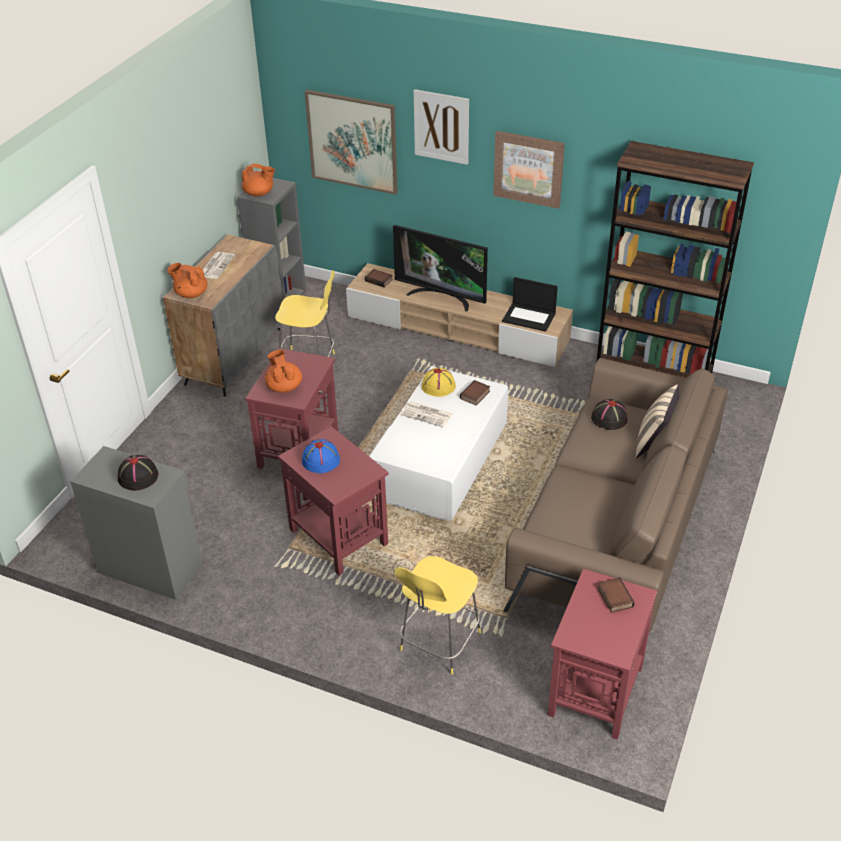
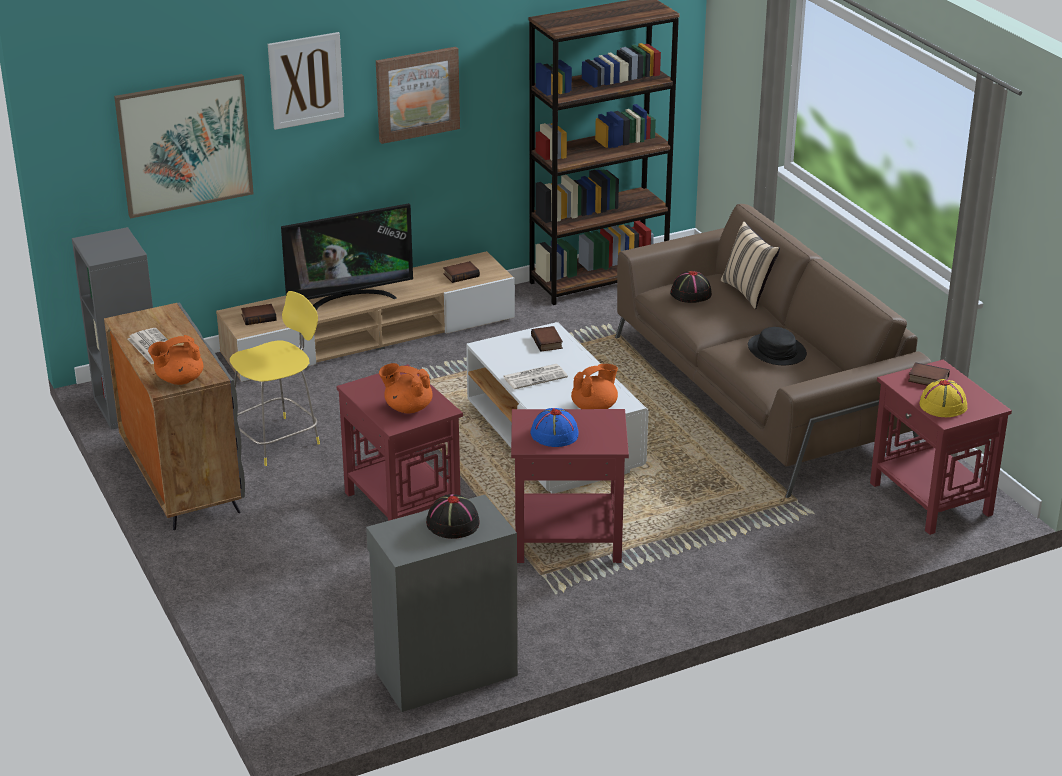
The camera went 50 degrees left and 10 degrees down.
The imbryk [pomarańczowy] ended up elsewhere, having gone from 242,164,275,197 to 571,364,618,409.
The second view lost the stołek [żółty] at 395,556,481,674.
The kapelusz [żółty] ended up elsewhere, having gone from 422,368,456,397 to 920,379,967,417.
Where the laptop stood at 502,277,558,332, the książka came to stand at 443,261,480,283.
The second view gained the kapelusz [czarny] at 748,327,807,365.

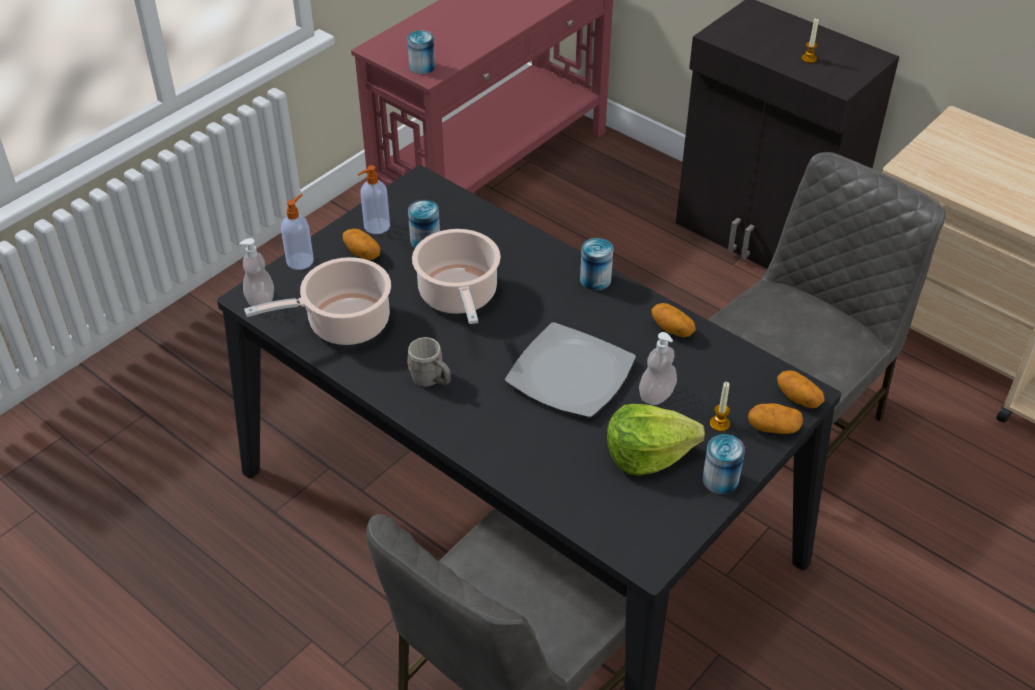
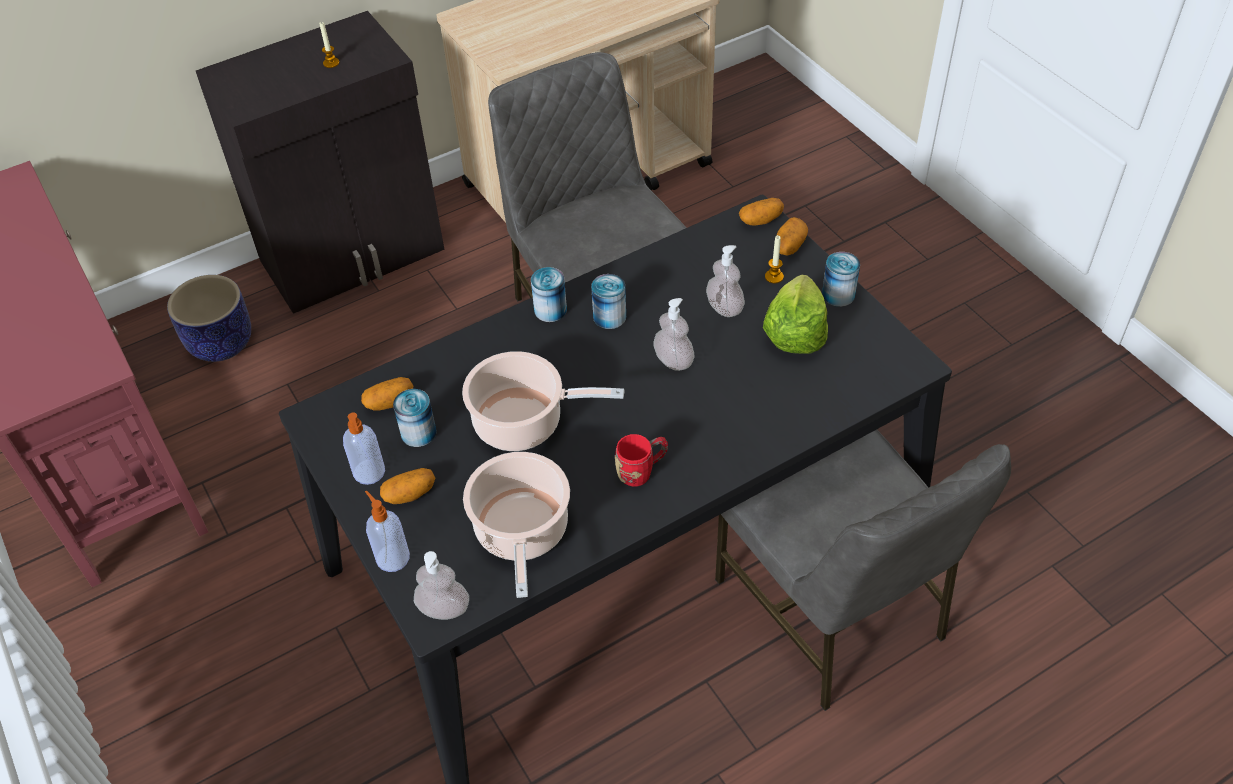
The camera went 70 degrees left and 5 degrees up.
The puszka ended up elsewhere, having gone from 407,30,435,74 to 591,274,626,329.
What was the kubek [szary] at 407,337,451,387 turned into the kubek [czerwony] at 615,434,668,487.
Where the talerz stood at 505,322,636,418, the dozownik mydła came to stand at 653,298,695,371.
The ziemniak ended up elsewhere, having gone from 651,303,696,337 to 361,377,414,411.
The second view gained the donica at 167,275,251,362.

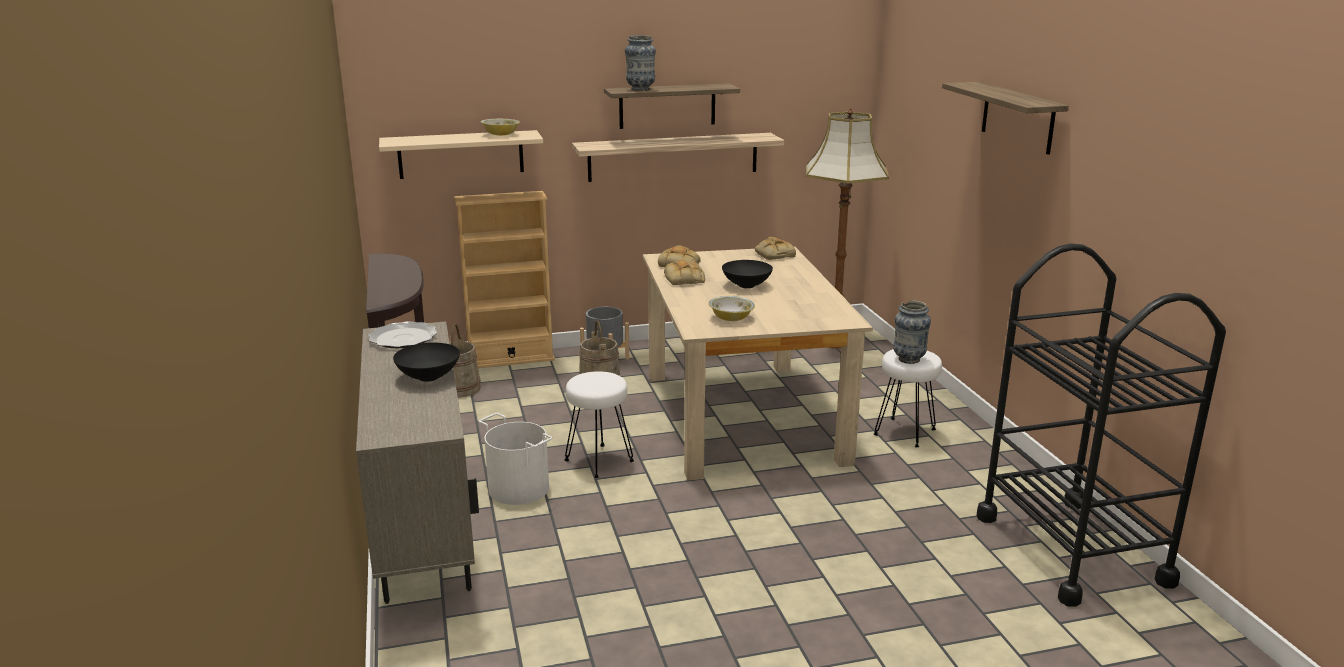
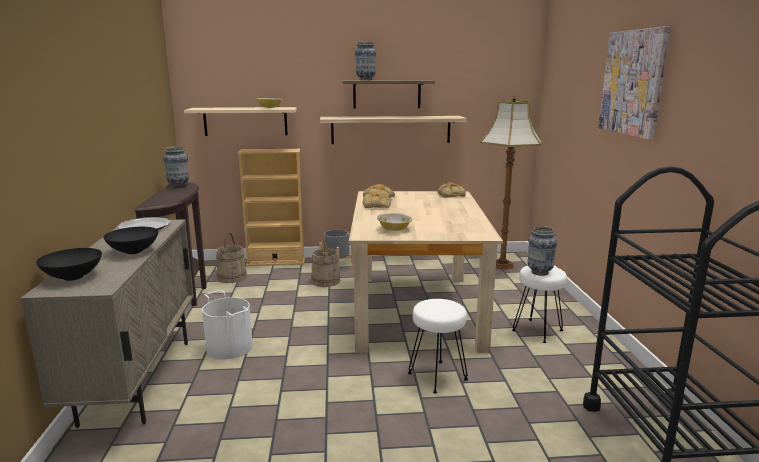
The camera went 10 degrees right and 5 degrees down.
The stołek [biały] ended up elsewhere, having gone from 565,371,634,478 to 408,299,468,394.
The miska [czarny] ended up elsewhere, having gone from 722,260,773,288 to 36,248,102,281.
Where the półka hung at 942,82,1069,155, the obraz came to hang at 598,26,671,140.
The second view gained the wazon at 163,146,189,187.

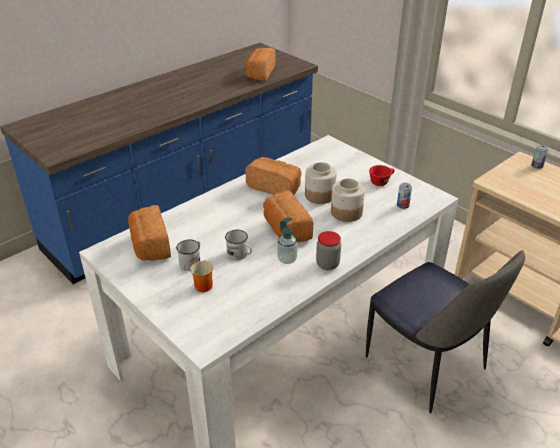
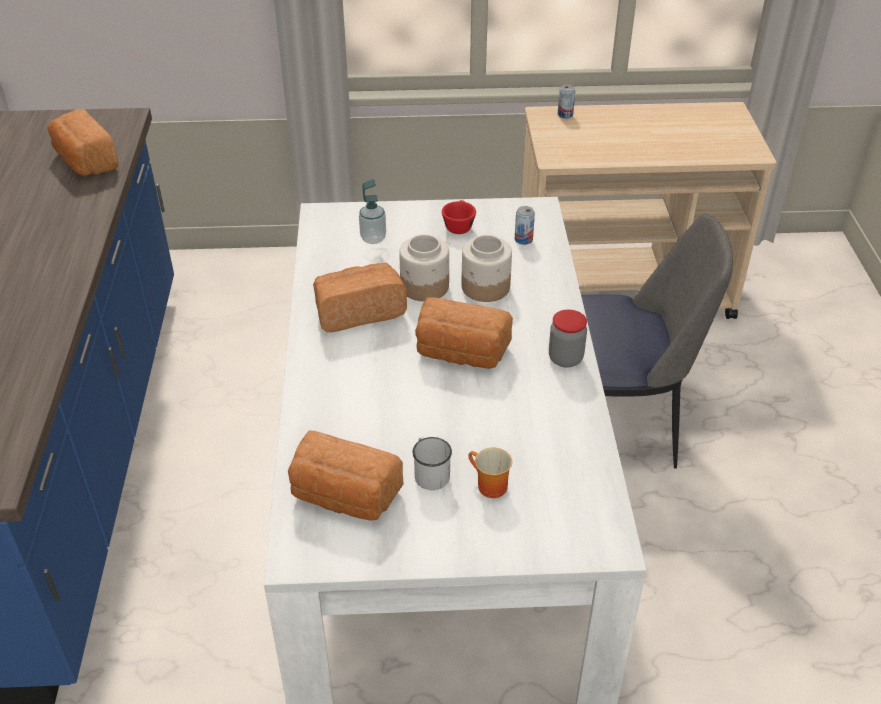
The camera went 50 degrees left and 5 degrees up.
The second view lost the kubek [biały] at 225,230,252,260.
The dozownik mydła ended up elsewhere, having gone from 277,217,298,264 to 359,179,386,244.

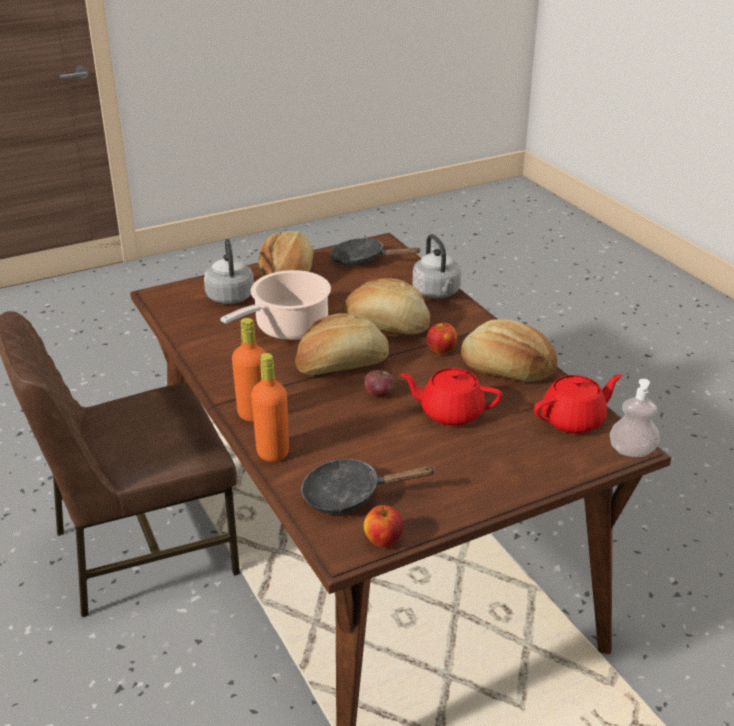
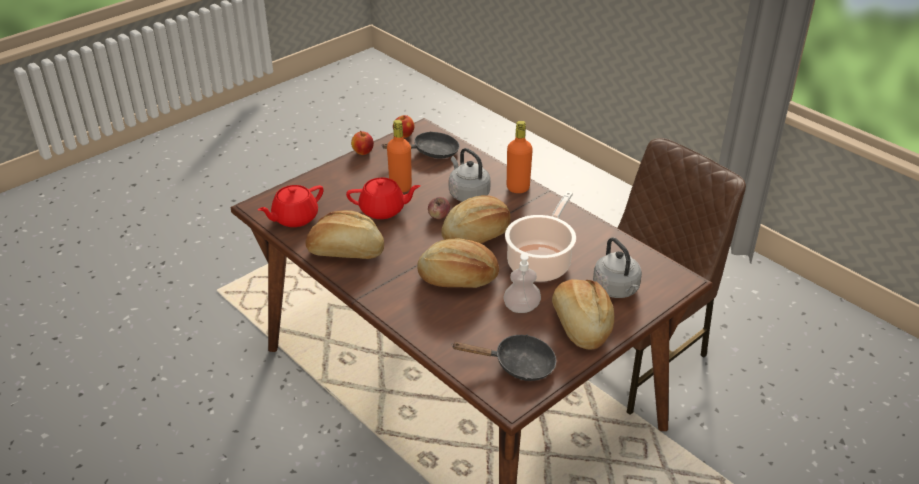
The camera went 165 degrees right and 5 degrees up.
The butelka [pomarańczowy] ended up elsewhere, having gone from 251,353,289,462 to 387,120,412,193.
The czajnik [szary] ended up elsewhere, having gone from 412,234,461,298 to 449,148,491,202.
The jabłko ended up elsewhere, having gone from 427,323,457,354 to 351,131,374,155.
The dozownik mydła ended up elsewhere, having gone from 610,379,660,457 to 504,253,541,313.

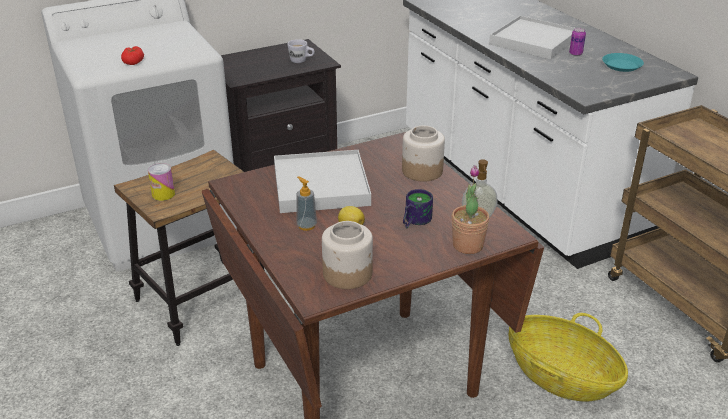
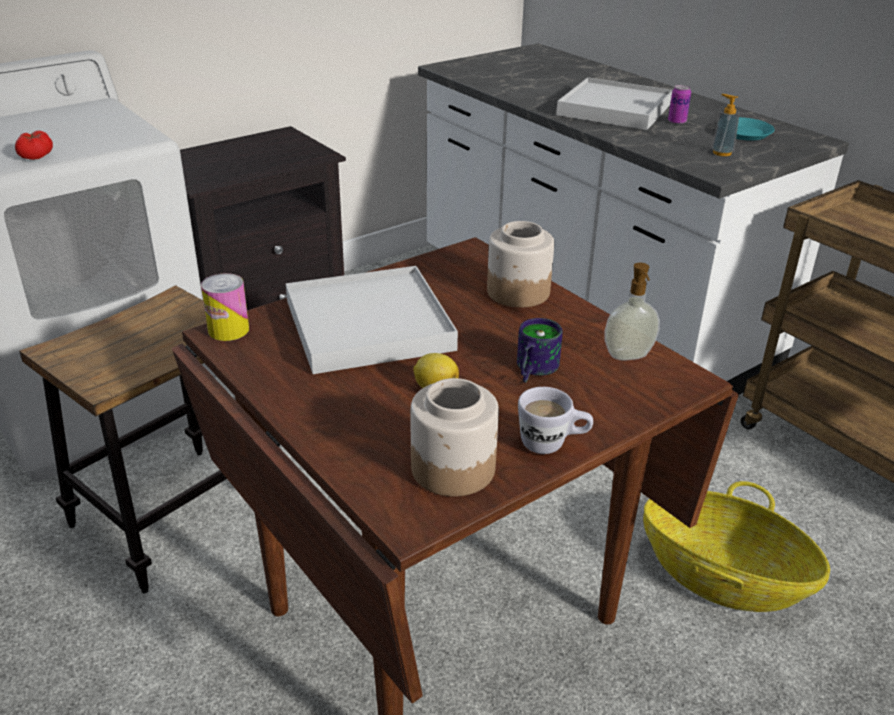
The camera went 10 degrees left and 0 degrees up.
The puszka ended up elsewhere, having gone from 148,163,175,201 to 201,273,249,341.
The kubek [biały] ended up elsewhere, having gone from 287,39,315,63 to 518,387,593,454.
The dozownik mydła ended up elsewhere, having gone from 296,176,317,231 to 712,94,740,156.
The second view lost the roślina doniczkowa at 452,165,489,254.

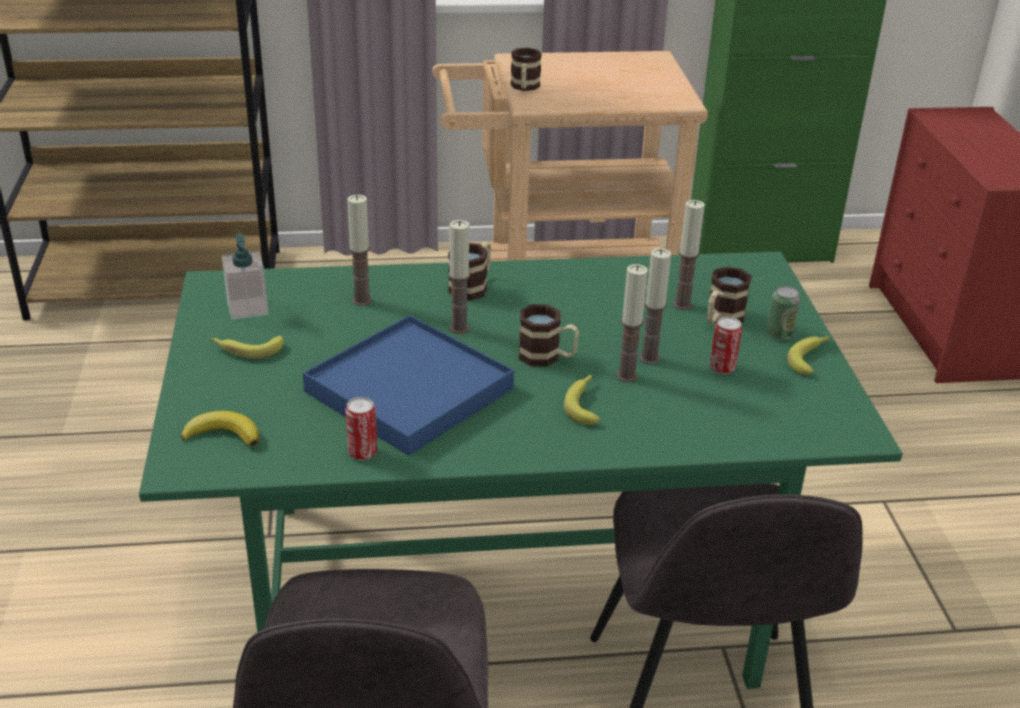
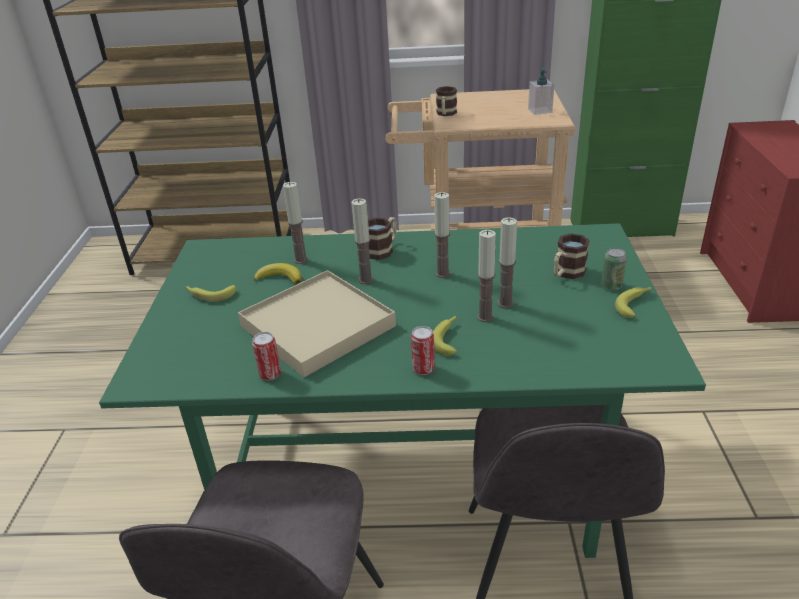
The camera went 10 degrees right and 0 degrees up.
The banan ended up elsewhere, having gone from 181,411,259,446 to 254,263,302,284.
The dozownik mydła ended up elsewhere, having gone from 222,233,269,320 to 528,67,554,115.
What was the taca [niebieski] at 303,315,514,456 turned into the taca [beżowy] at 238,270,396,377.
The second view lost the kubek at 519,304,579,367.
The świeca ended up elsewhere, having gone from 673,200,705,310 to 434,192,450,278.
The puszka ended up elsewhere, having gone from 710,317,742,374 to 411,326,435,375.

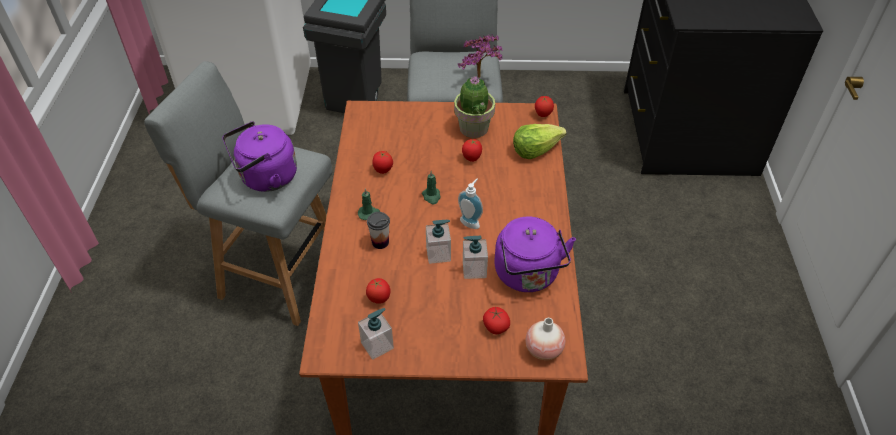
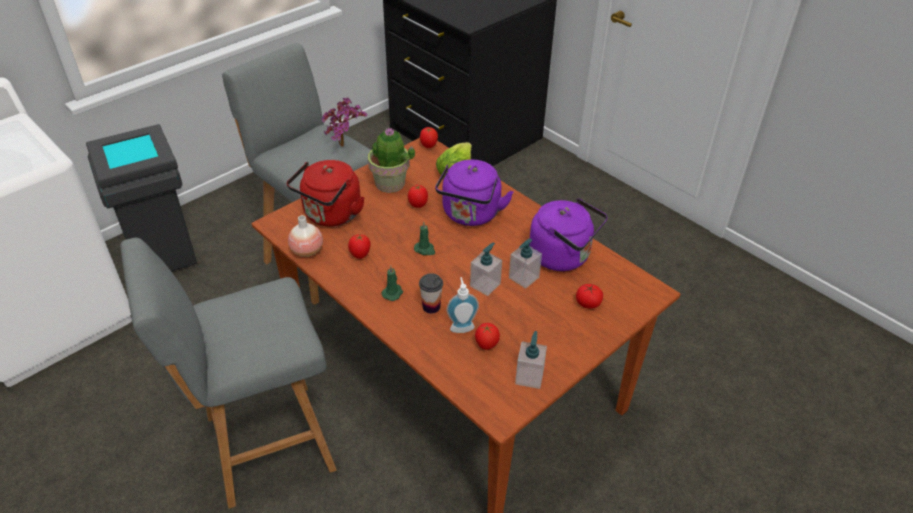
The camera went 45 degrees left and 5 degrees down.
The czajnik [fioletowy] ended up elsewhere, having gone from 223,121,297,192 to 435,160,513,226.
The dozownik mydła ended up elsewhere, having gone from 458,178,483,229 to 447,277,479,333.
The wazon ended up elsewhere, having gone from 525,318,565,360 to 288,215,323,257.
The second view gained the czajnik [czerwony] at 286,160,365,226.

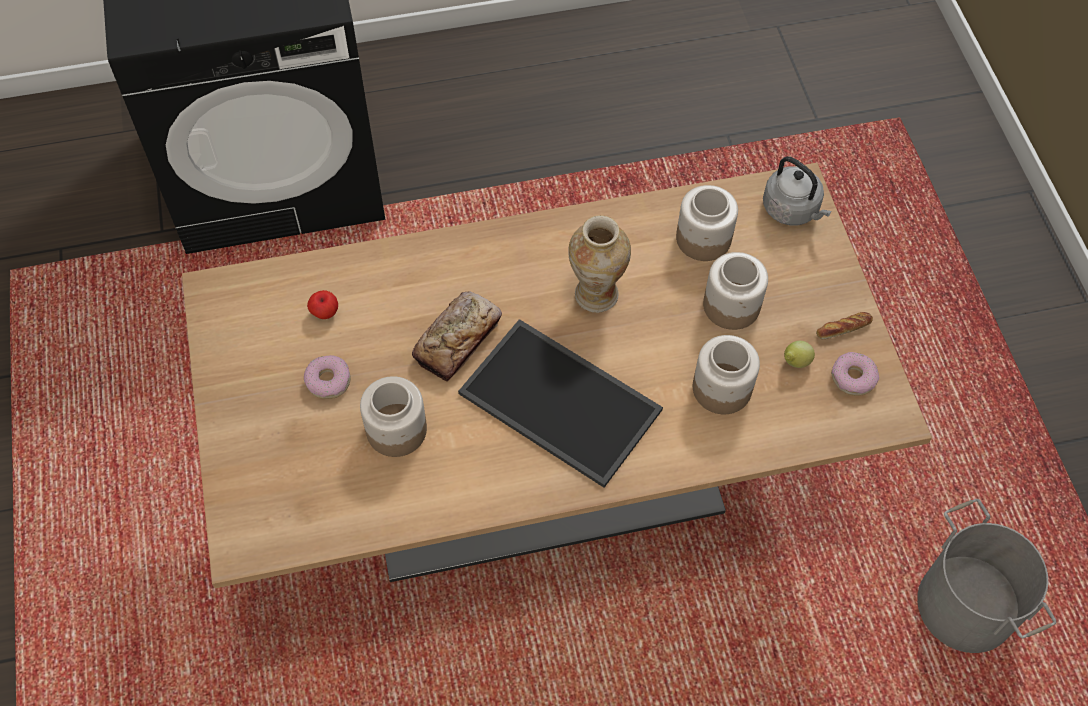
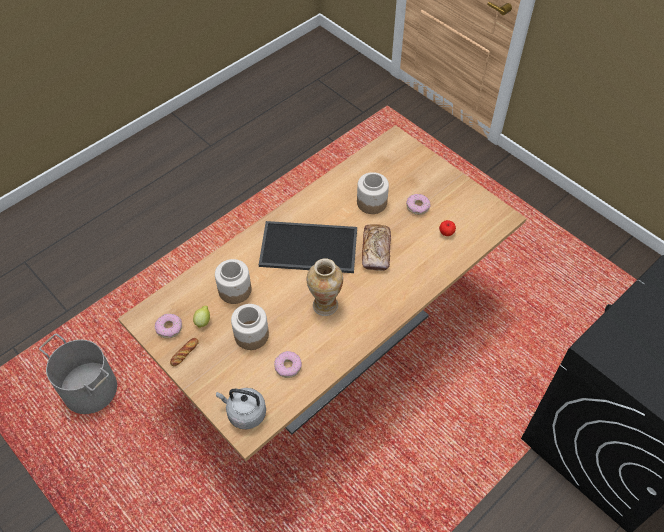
The camera went 150 degrees right and 5 degrees down.
Where the słoik stood at 676,185,738,261, the donut came to stand at 274,351,302,378.

